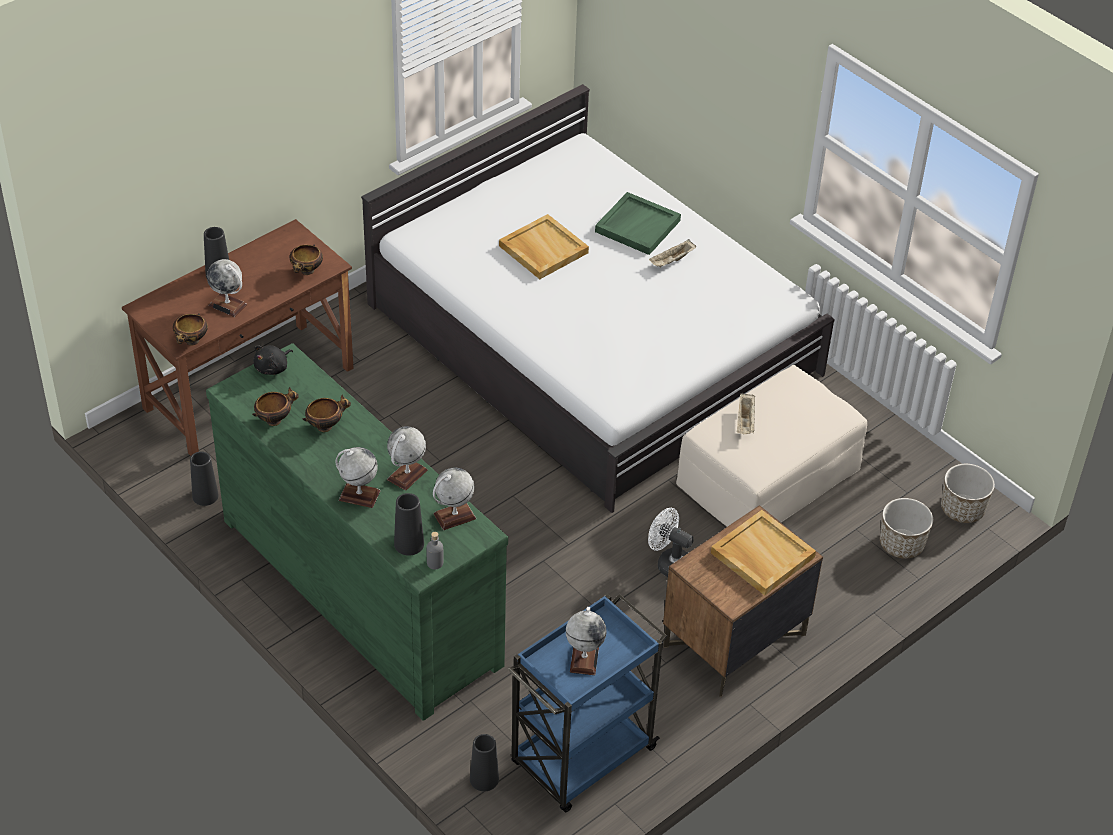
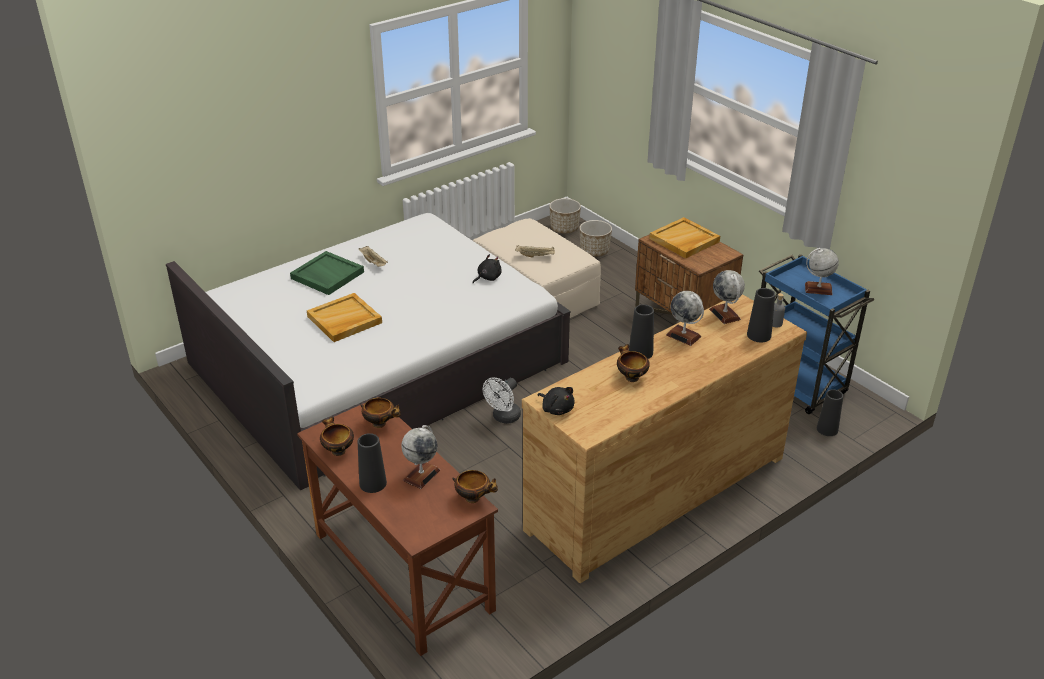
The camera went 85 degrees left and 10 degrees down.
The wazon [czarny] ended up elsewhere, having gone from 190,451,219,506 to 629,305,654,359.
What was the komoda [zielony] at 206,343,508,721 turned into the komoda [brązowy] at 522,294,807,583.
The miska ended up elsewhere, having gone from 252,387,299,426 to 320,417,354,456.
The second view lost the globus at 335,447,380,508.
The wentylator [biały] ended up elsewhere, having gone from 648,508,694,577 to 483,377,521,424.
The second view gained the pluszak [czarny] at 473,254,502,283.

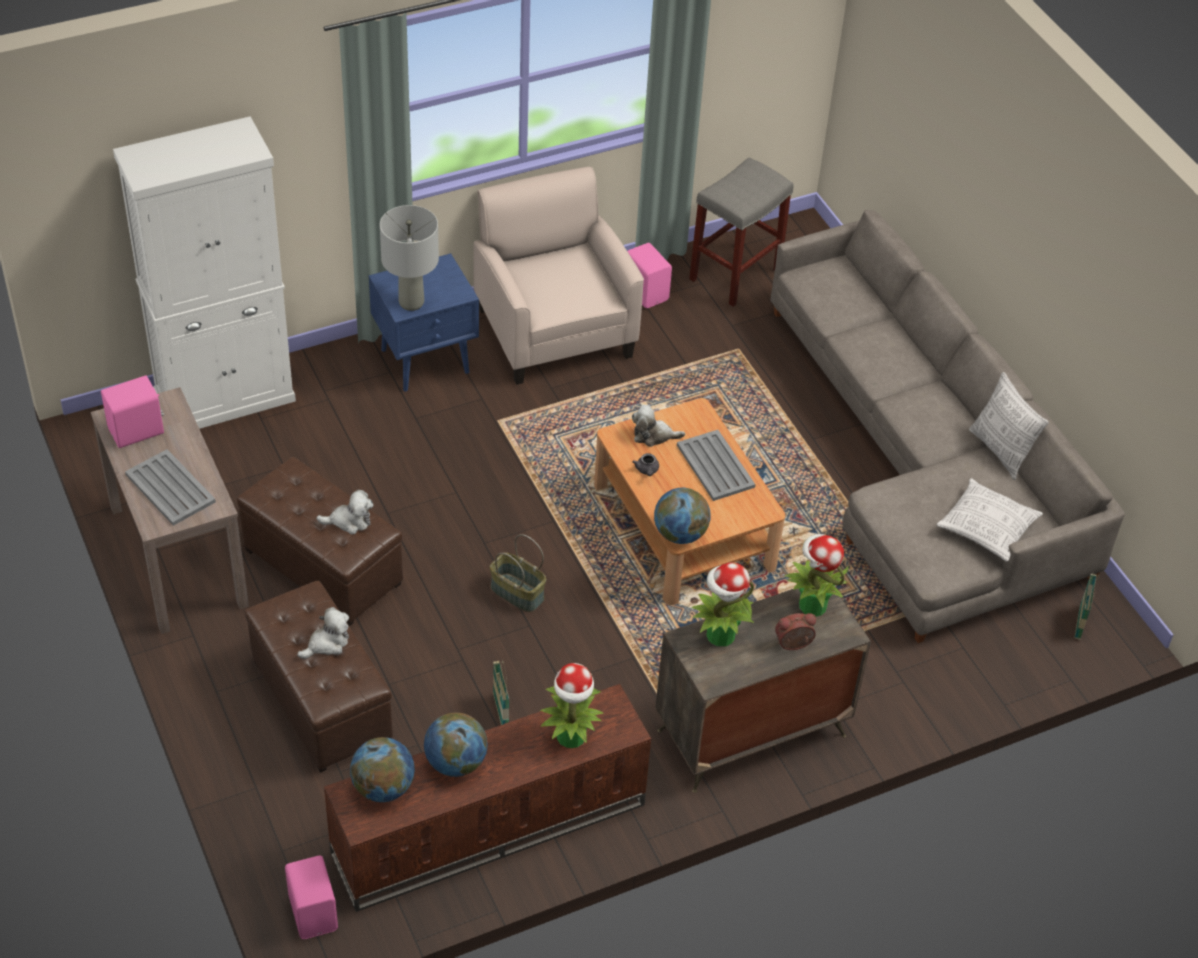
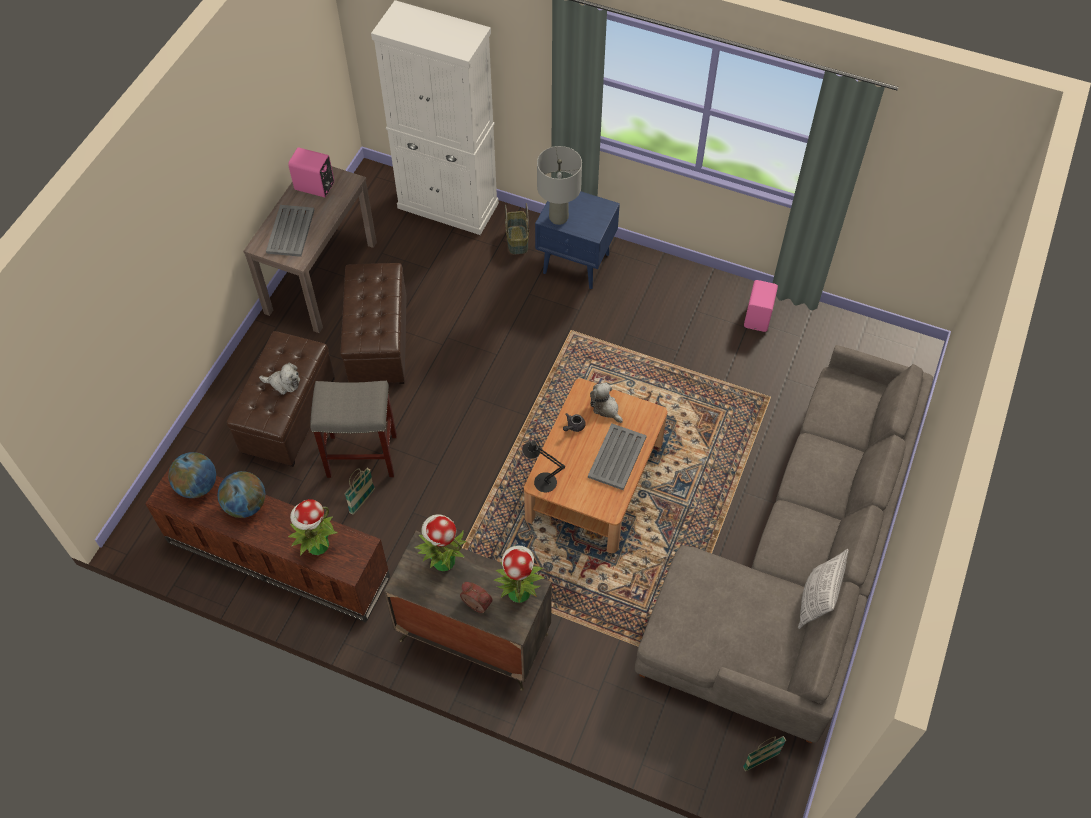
The camera went 50 degrees right and 10 degrees up.
The second view lost the głośnik [różowy] at 285,856,338,939.
The second view lost the pluszak at 316,490,373,534.
The second view lost the fotel [beżowy] at 474,167,644,385.
The koszyk ended up elsewhere, having gone from 490,534,546,612 to 505,203,529,254.
Where the globus stood at 654,488,711,544, the lampa stołowa [czarny] came to stand at 522,441,565,492.
The stołek [szary] ended up elsewhere, having gone from 689,157,793,307 to 310,381,397,478.
The second view lost the poduszka at 936,478,1043,562.

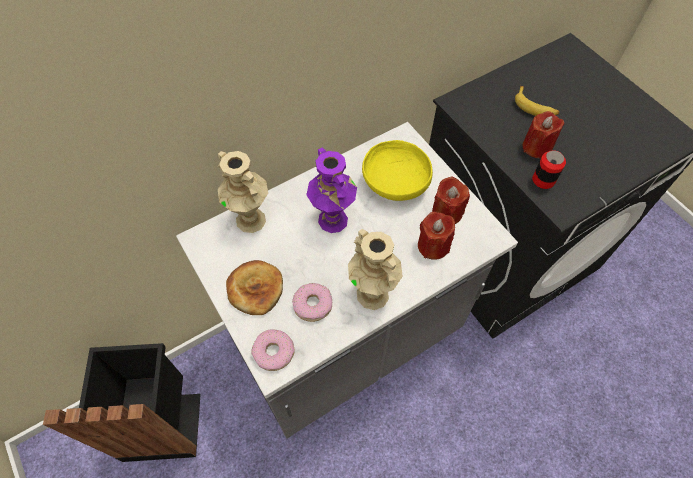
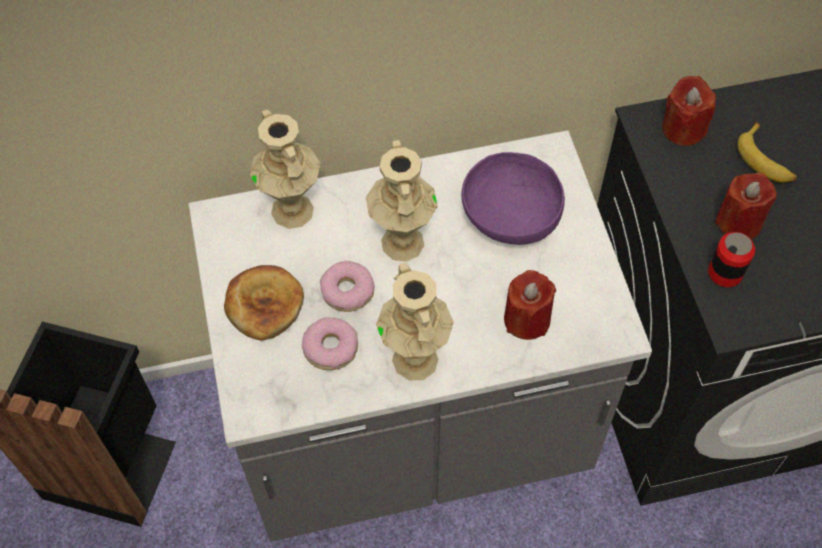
The camera went 20 degrees right and 0 degrees up.
The donut ended up elsewhere, having gone from 251,329,295,371 to 320,261,375,312.
What was the wazon [fioletowy] at 306,148,357,233 turned into the wazon [beżowy] at 366,140,438,262.
What was the miska [żółty] at 362,140,433,201 turned into the miska [fioletowy] at 462,152,565,245.
The świeca [czerwony] ended up elsewhere, having gone from 432,176,470,224 to 662,76,716,146.

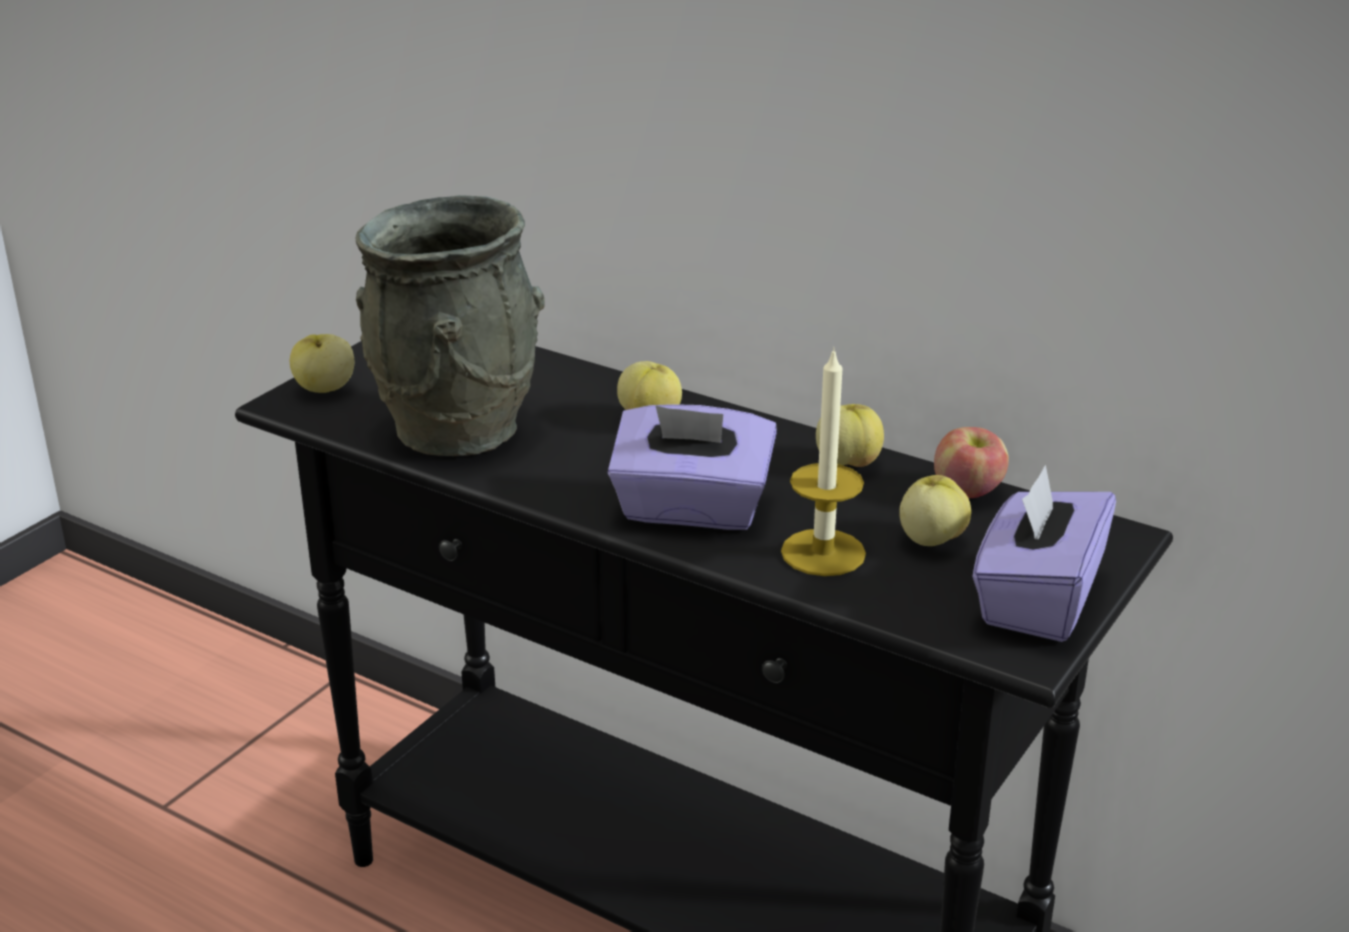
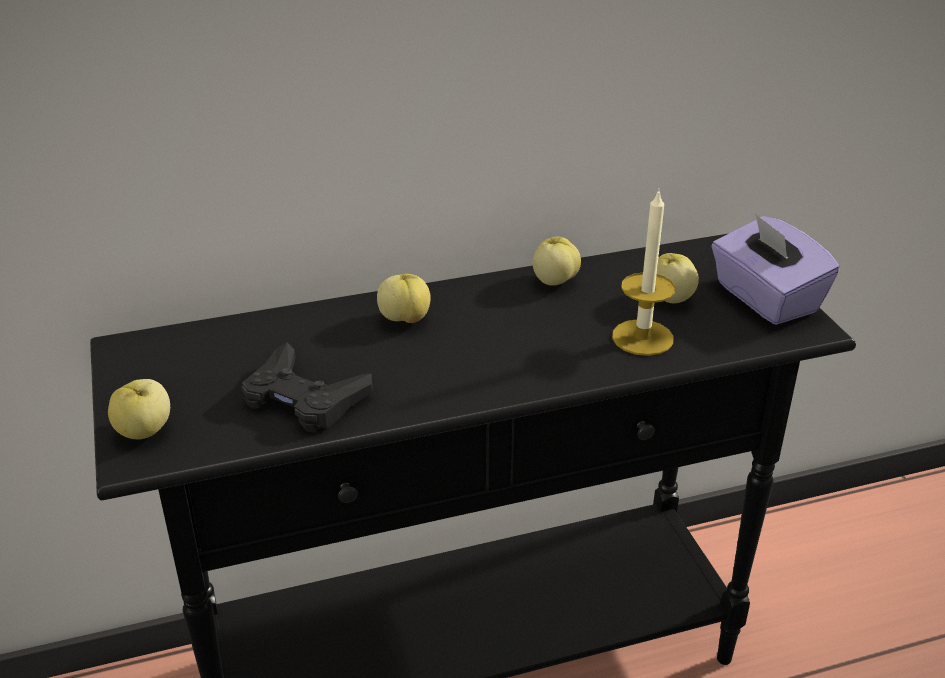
The camera went 50 degrees left and 5 degrees up.
Where the wazon [szary] stood at 356,195,545,456, the pad do gier [czarny] came to stand at 241,342,372,433.
The second view lost the pudełko chusteczek [fioletowy] at 607,404,777,530.
The second view lost the jabłko at 934,427,1009,498.

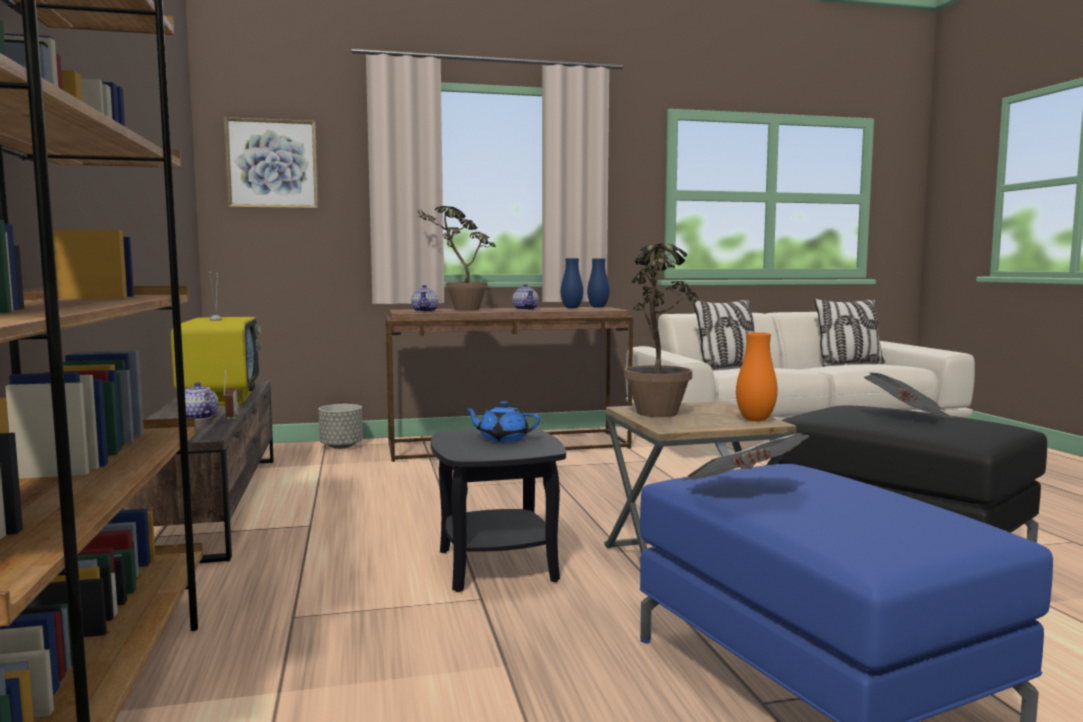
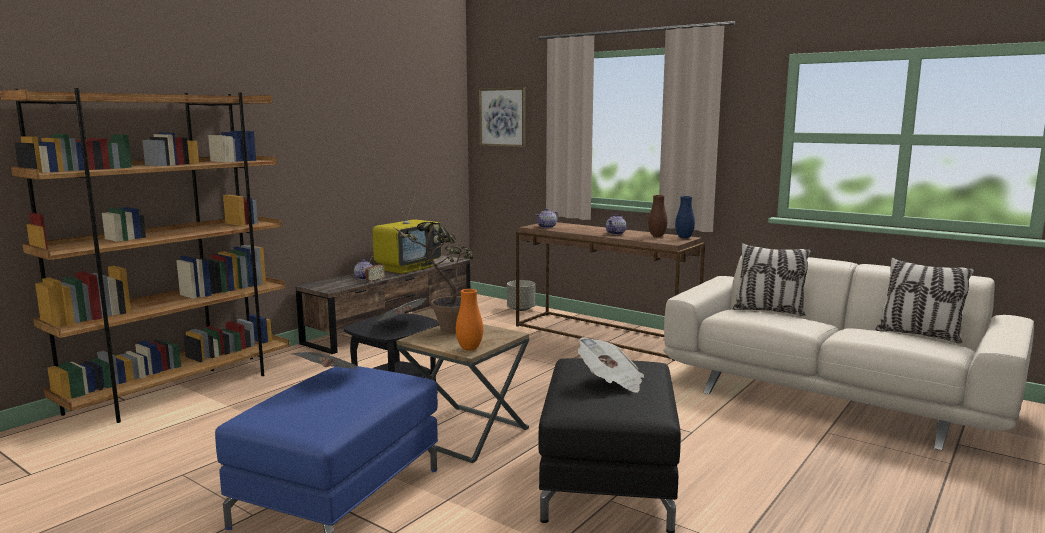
The camera went 50 degrees right and 5 degrees up.
The second view lost the roślina doniczkowa at 417,206,496,311.
Where the imbryk [niebieski] stood at 464,401,540,442, the gazeta came to stand at 374,298,427,322.
What was the wazon [niebieski] at 561,258,583,308 turned into the wazon [brązowy] at 648,195,667,237.

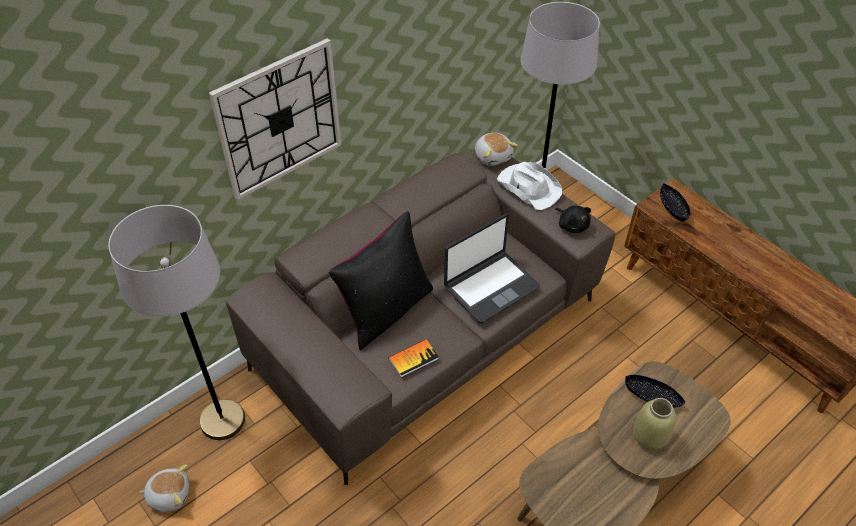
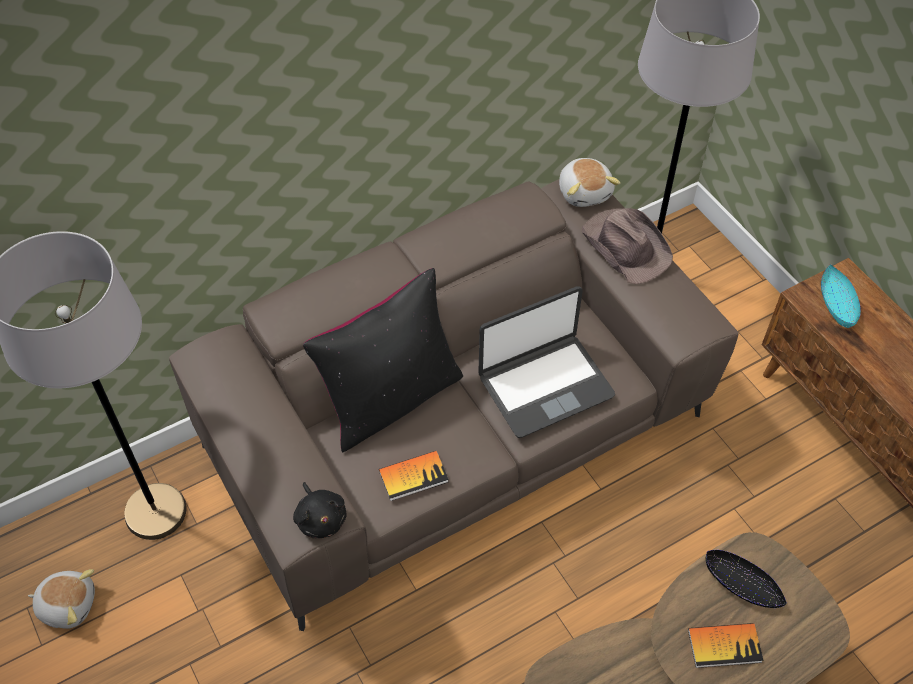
The camera went 10 degrees right and 5 degrees up.
The second view lost the zegar ścienny at 209,38,342,200.
What was the kapelusz [biały] at 497,162,562,210 turned into the kapelusz [brązowy] at 582,208,673,284.
The pluszak [czarny] ended up elsewhere, having gone from 555,206,591,233 to 293,482,347,538.
Where the wazon [beżowy] stood at 633,398,676,450, the książka came to stand at 688,623,764,668.
What was the miska [czarny] at 660,183,691,222 turned into the miska [turkusowy] at 821,264,861,328.

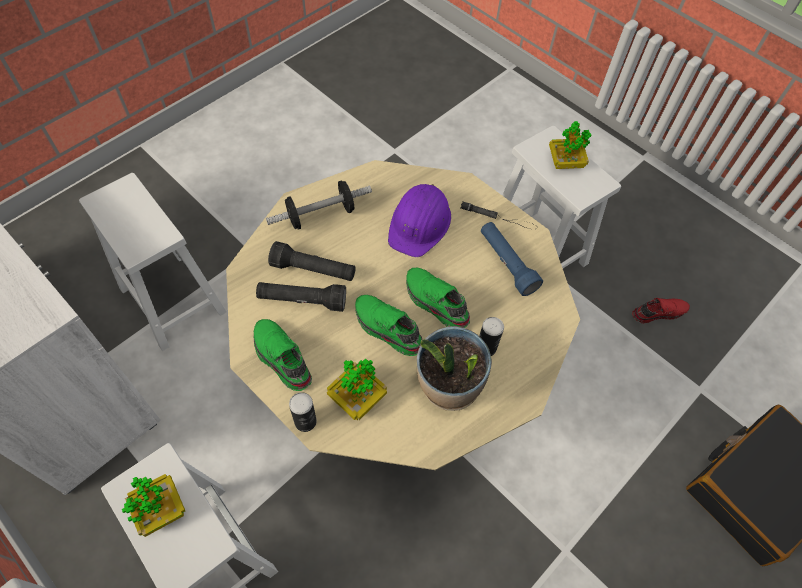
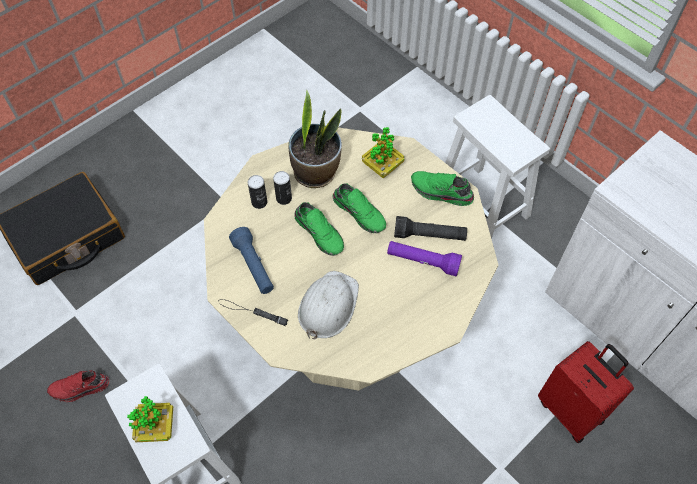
The camera went 175 degrees left and 0 degrees up.
Where the stołek [biały] stood at 79,173,227,351, the walizka [czerwony] came to stand at 538,341,634,443.
The second view lost the roślina doniczkowa at 122,474,185,537.
The but [zielony] at 254,319,312,391 ended up facing another way, 150 degrees clockwise from before.
The second view lost the hantel at 266,181,372,230.
What was the latarka [czarny] at 268,241,356,281 turned into the latarka [fioletowy] at 387,241,462,276.
The puszka ended up elsewhere, having gone from 289,392,317,432 to 248,175,267,209.
What was the kask [fioletowy] at 388,184,451,257 turned into the kask [biały] at 298,271,359,340.

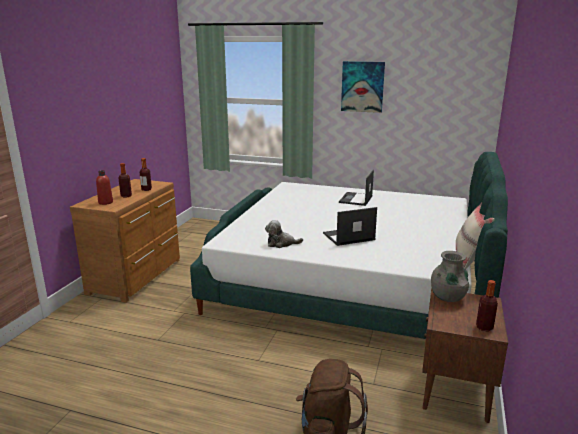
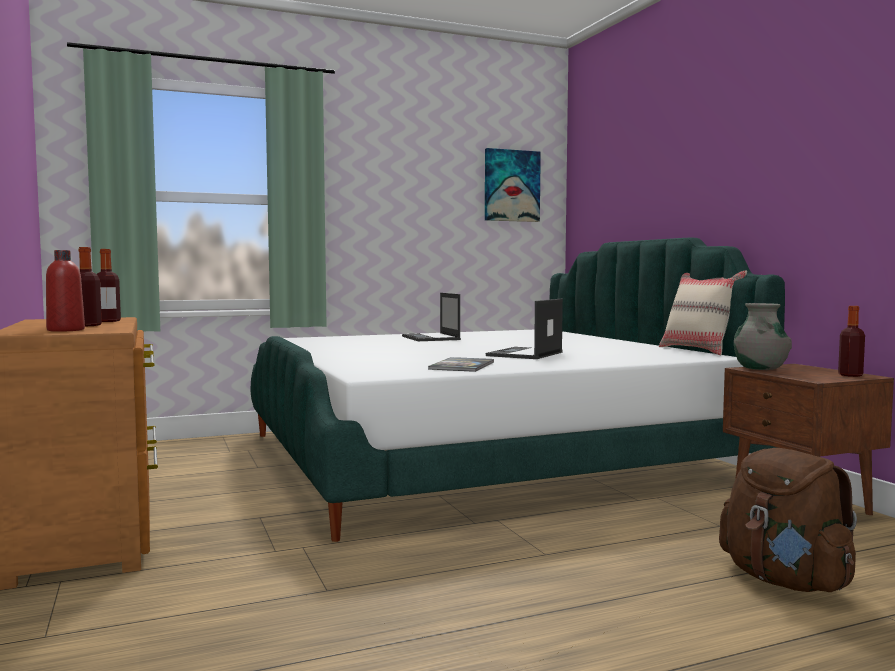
The camera went 40 degrees left and 15 degrees down.
Where the pluszak stood at 265,220,303,248, the książka came to stand at 428,357,494,372.
The obraz ended up elsewhere, having gone from 341,61,385,113 to 485,148,541,222.

